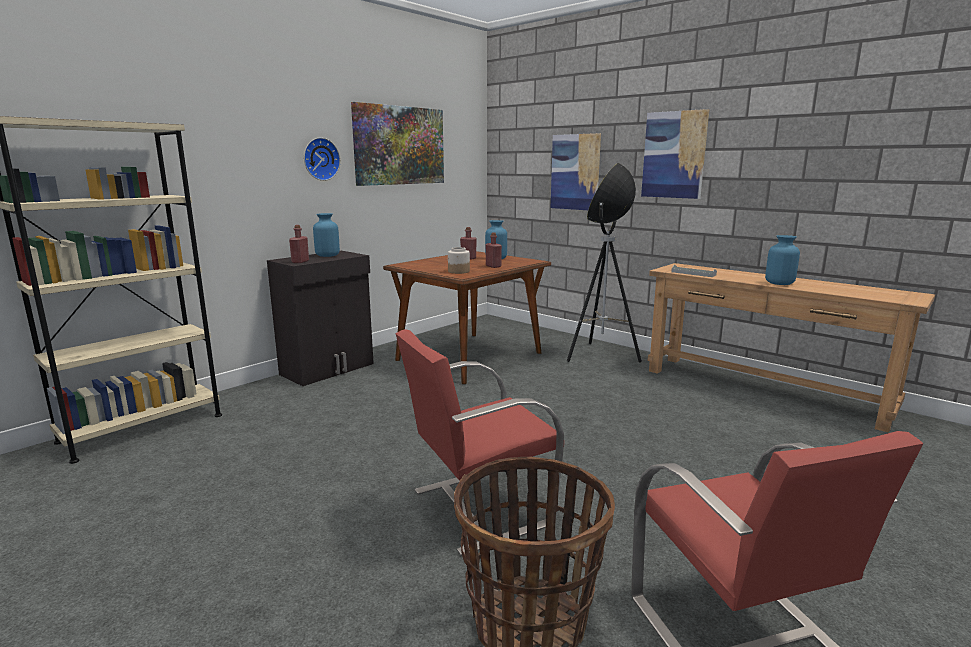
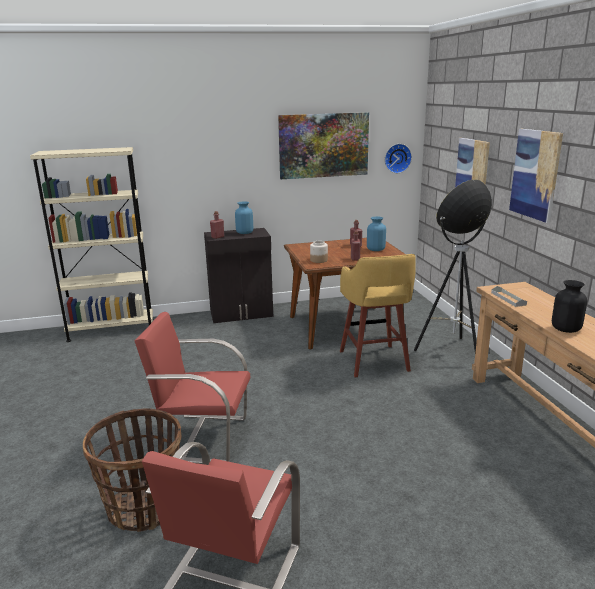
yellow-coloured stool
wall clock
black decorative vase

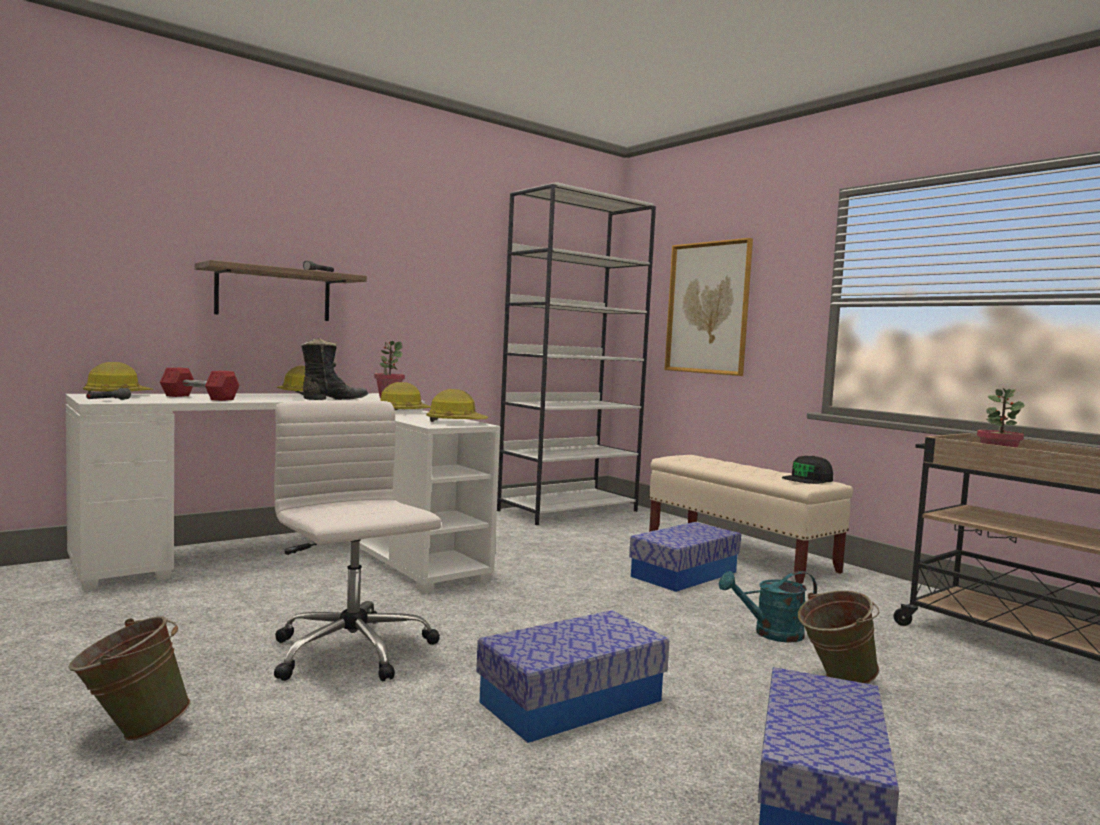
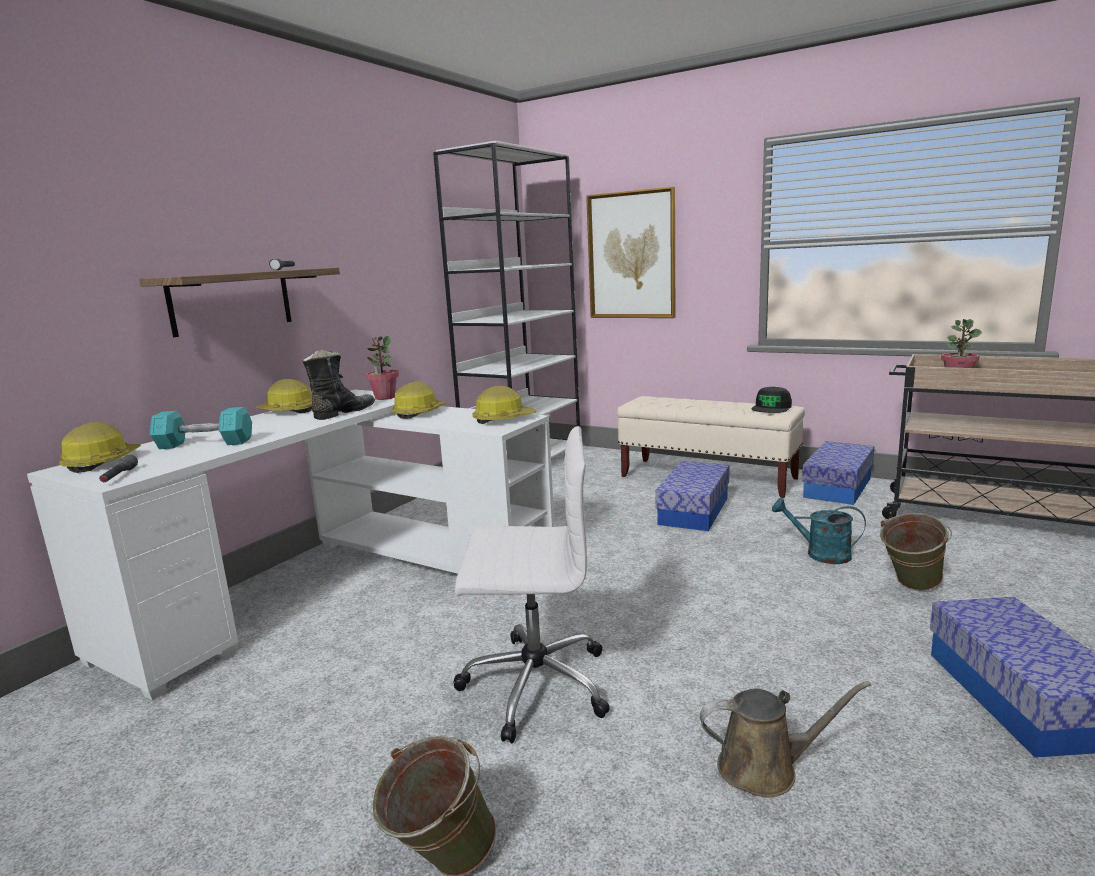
brown-coloured watering can
storage bin (2nd from left)
turquoise dumbbell
whitish desk chair
turquoise watering can

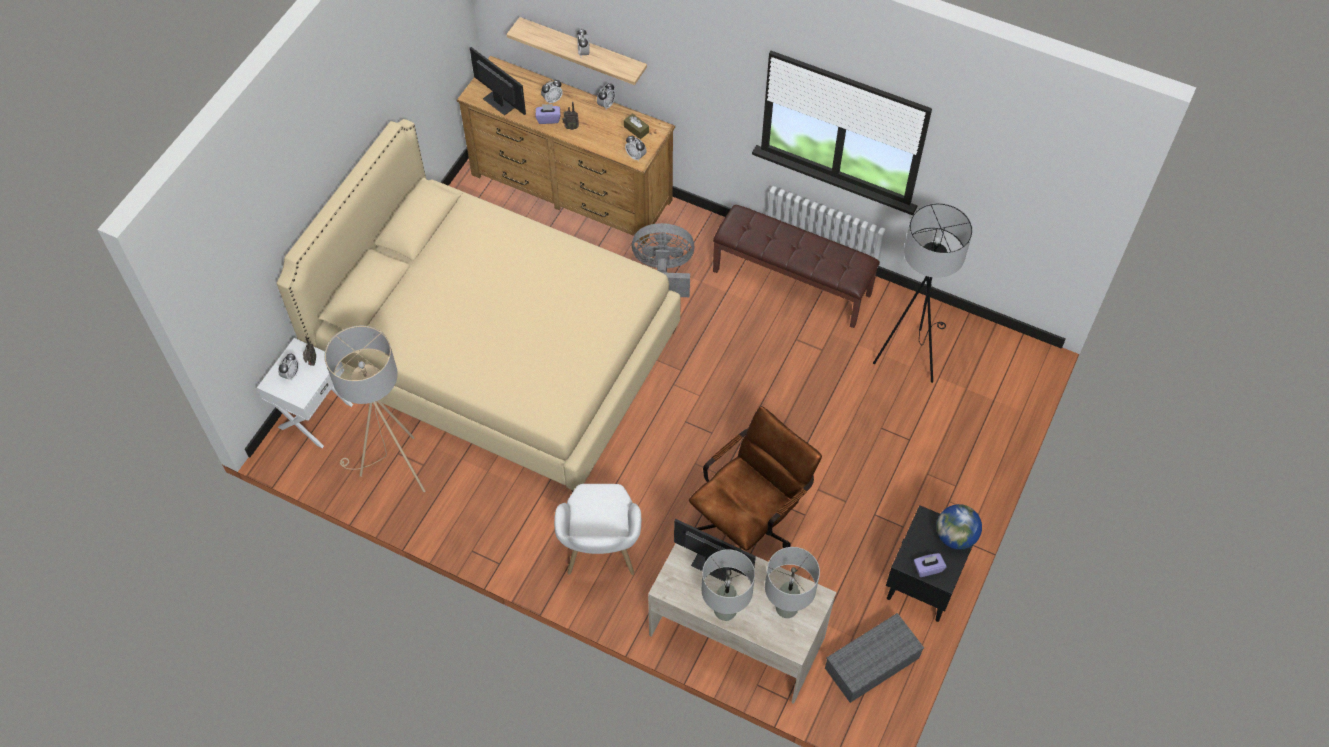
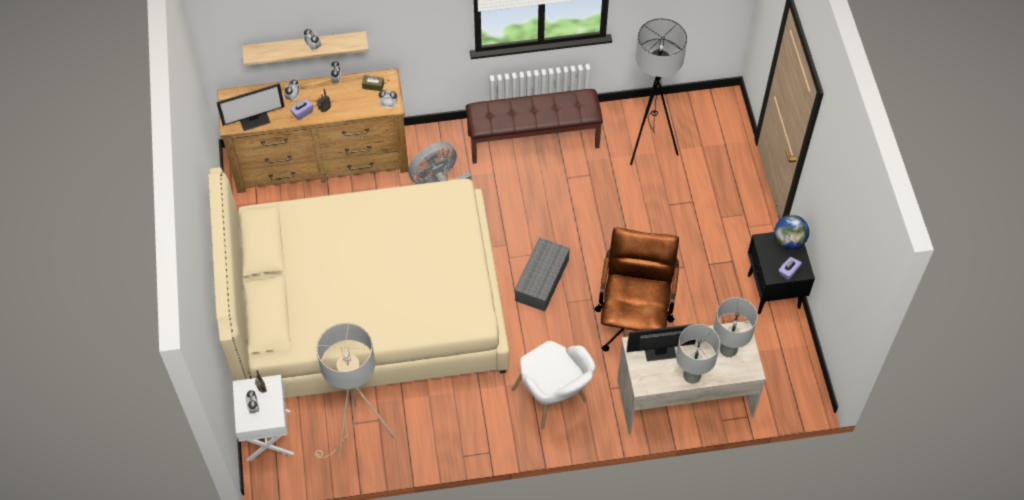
greyish storage bin
monitor (1st from left)

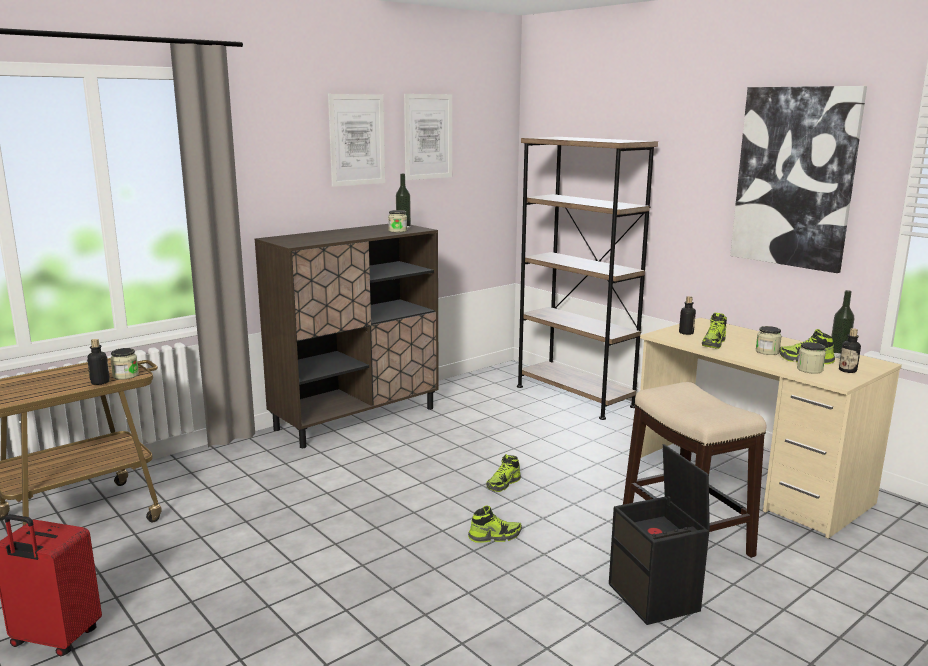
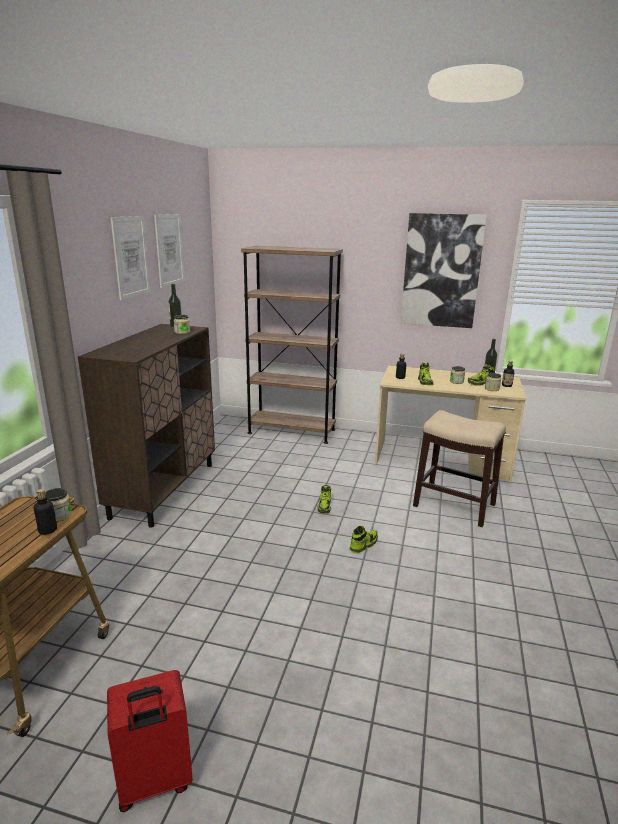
black storage bin

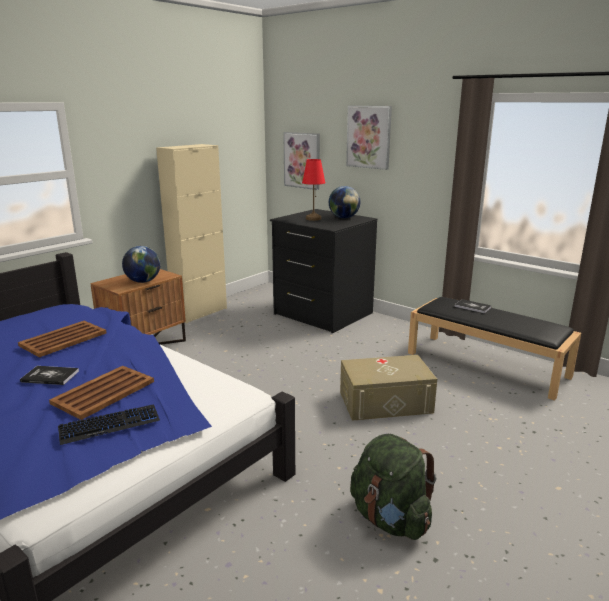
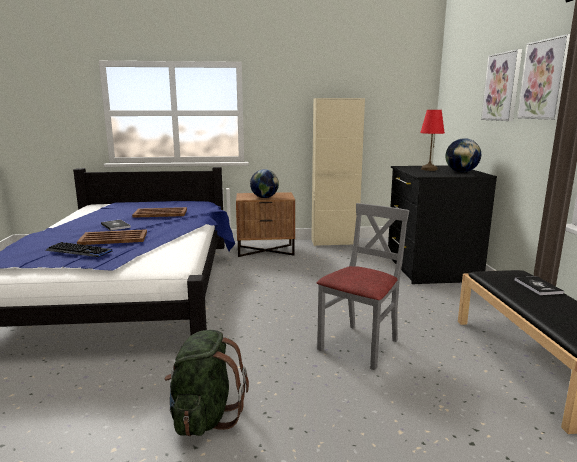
wall picture (2nd from left)
greyish plain chair

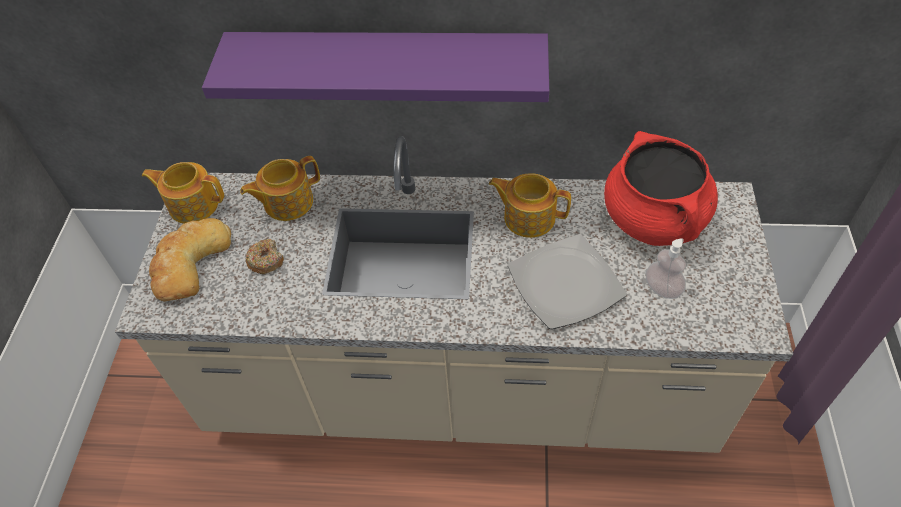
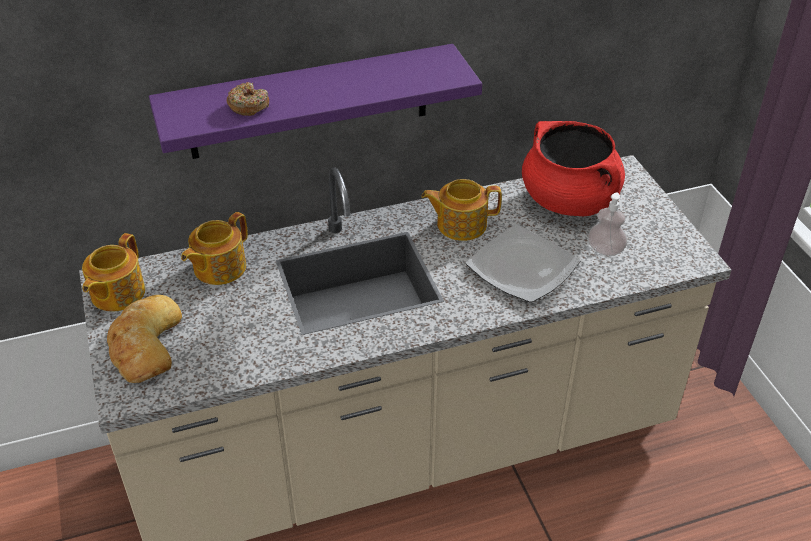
ring doughnut
pot for tea (1st from left)

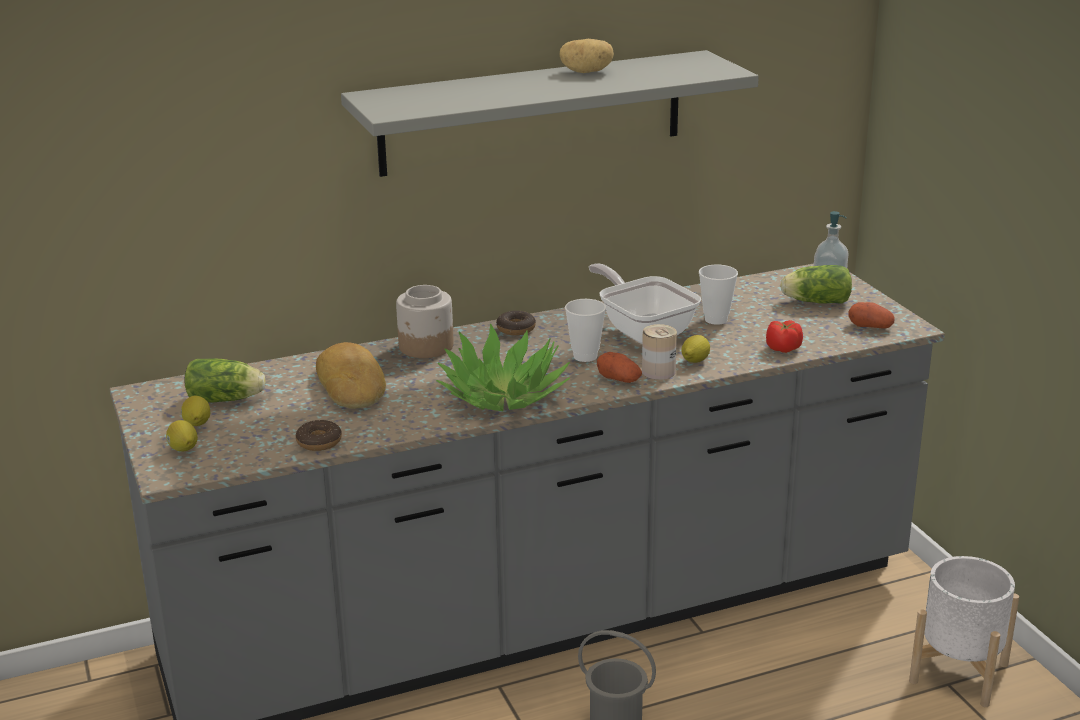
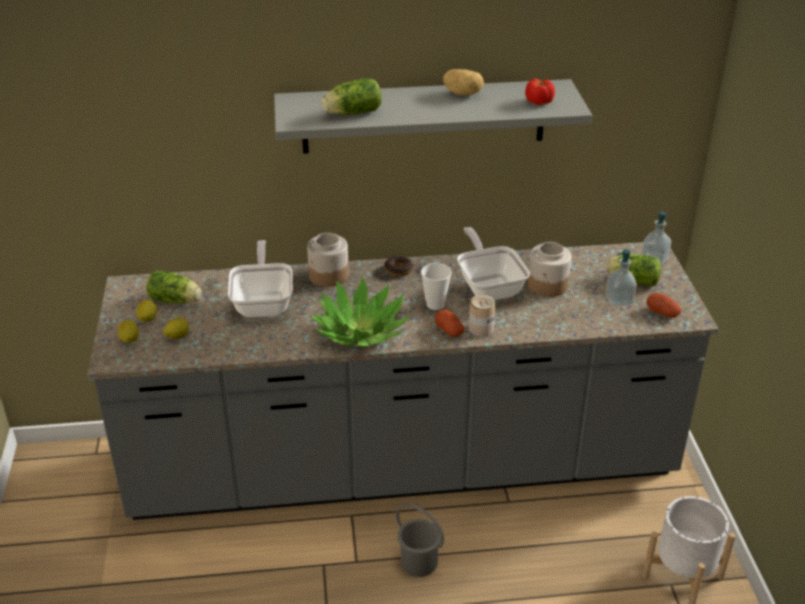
ring doughnut (1st from left in the first image)
head of lettuce (2nd from left)
soap bottle (1st from left)
citrus fruit (3rd from left)
tomato
frying pan (1st from left)
preserve jar (2nd from left)

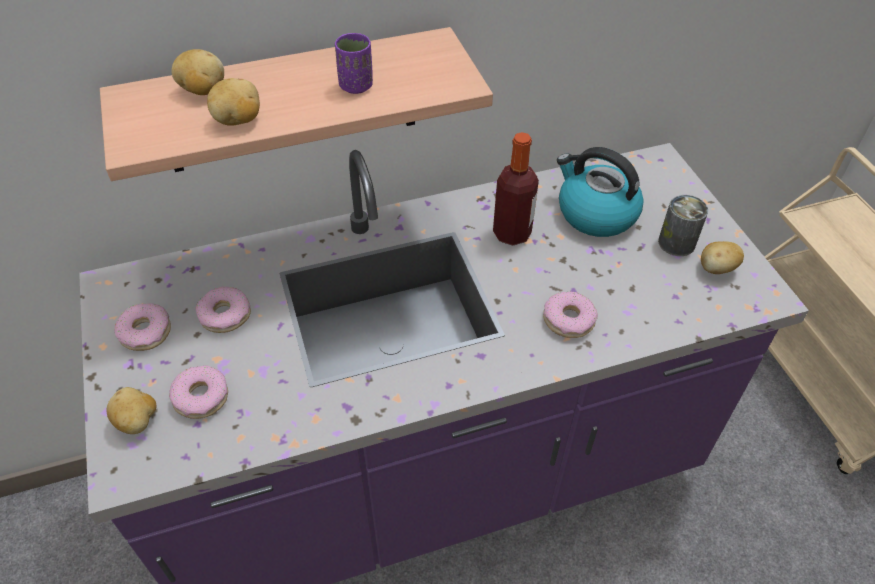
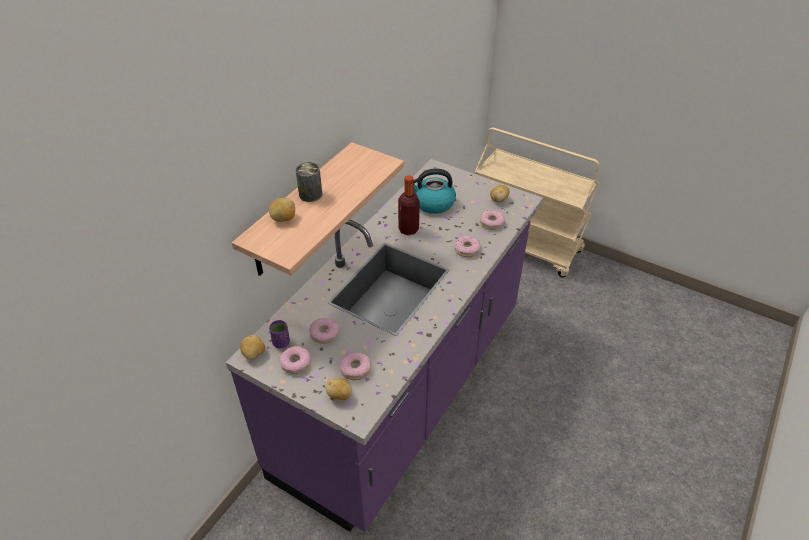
ring doughnut (5th from left)
potato (1st from left)
purplish drinking cup
sealed can

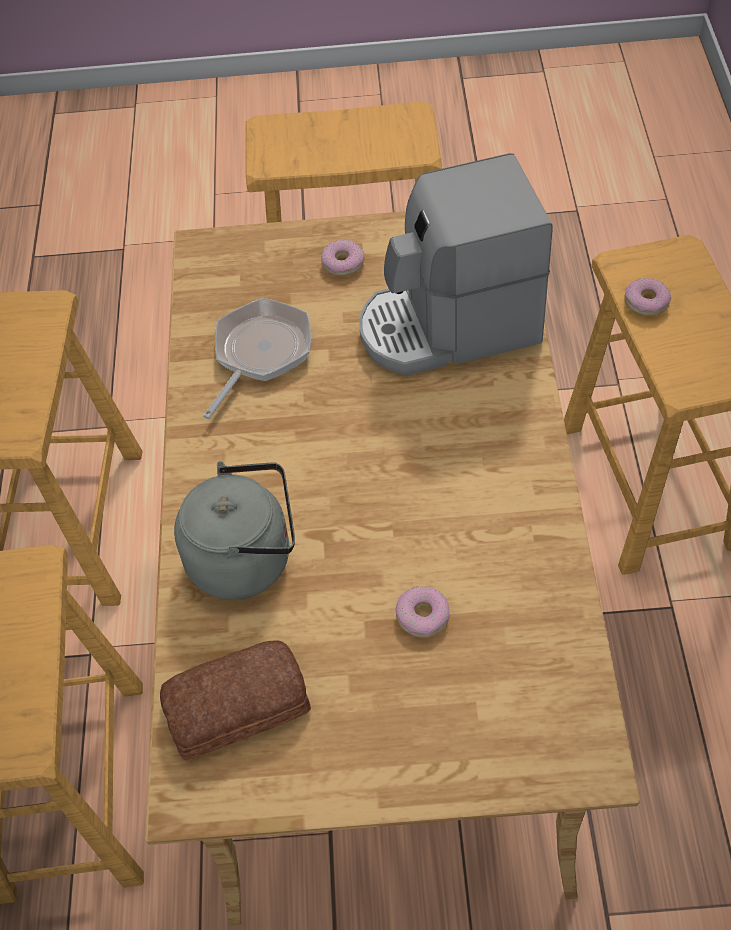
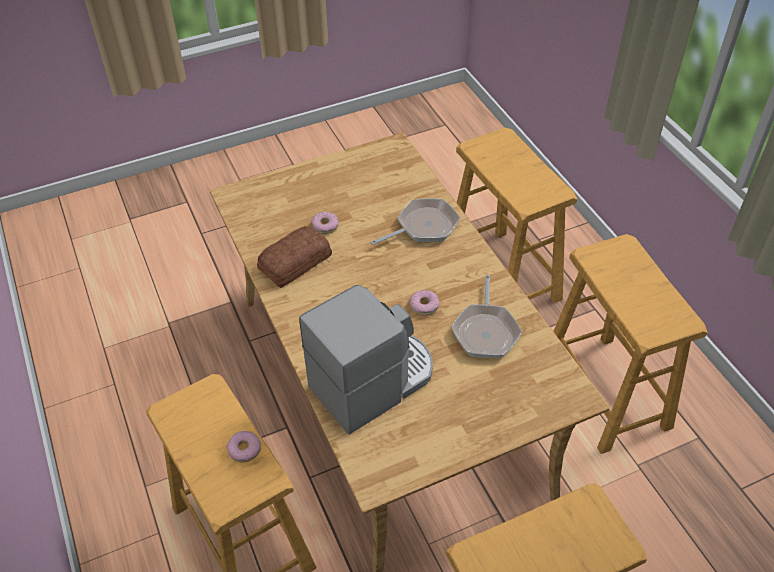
baked bread
ring doughnut (3rd from left)
frying pan (1st from left)

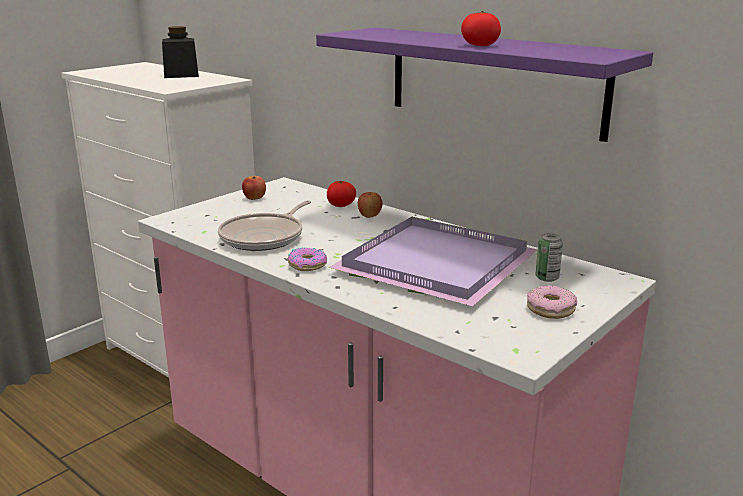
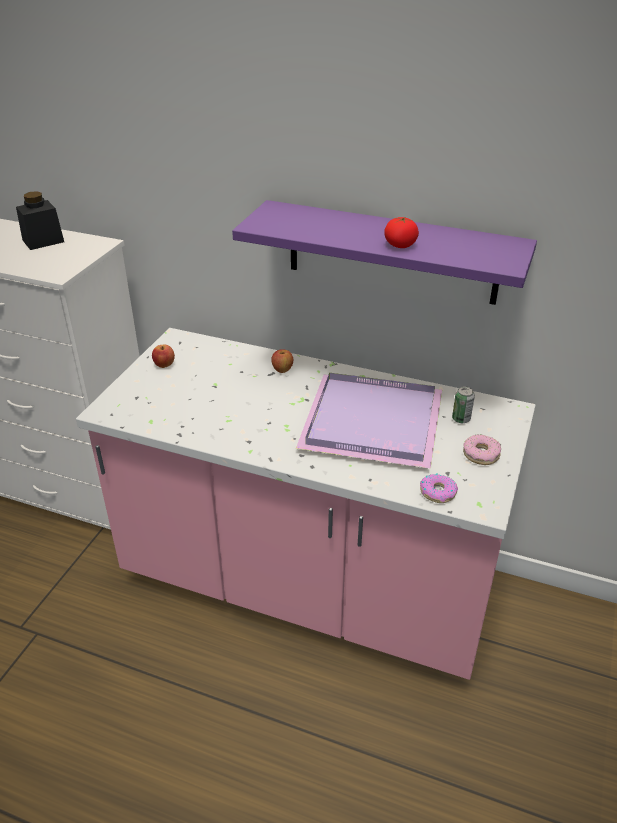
frying pan
tomato (1st from left in the first image)
ring doughnut (1st from left)

